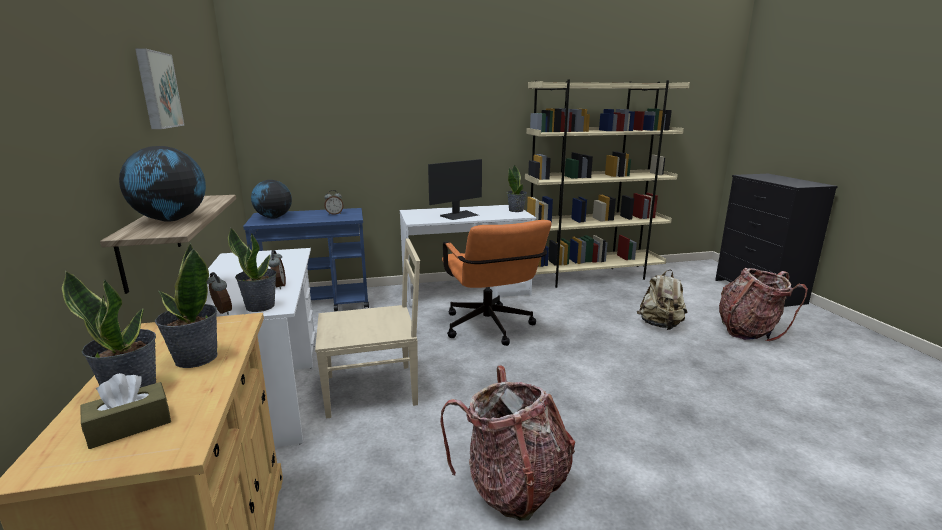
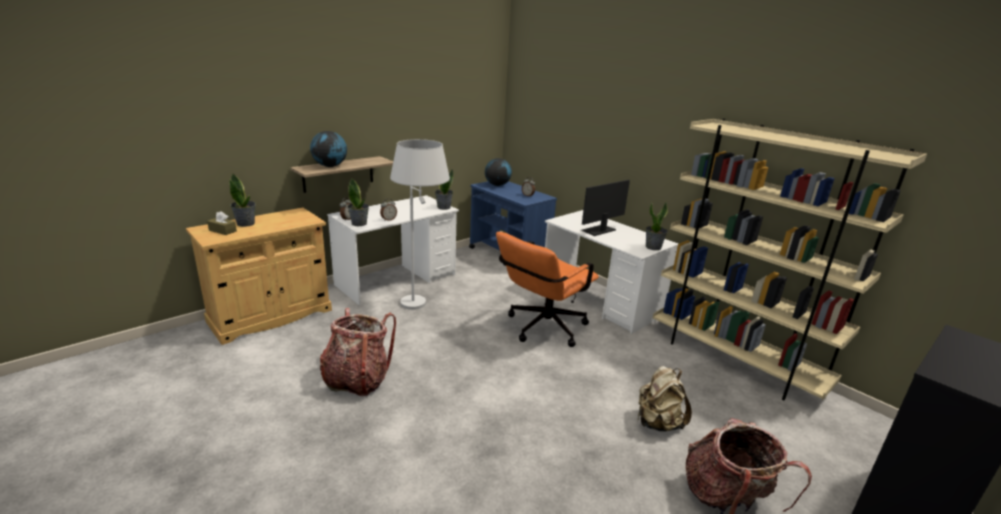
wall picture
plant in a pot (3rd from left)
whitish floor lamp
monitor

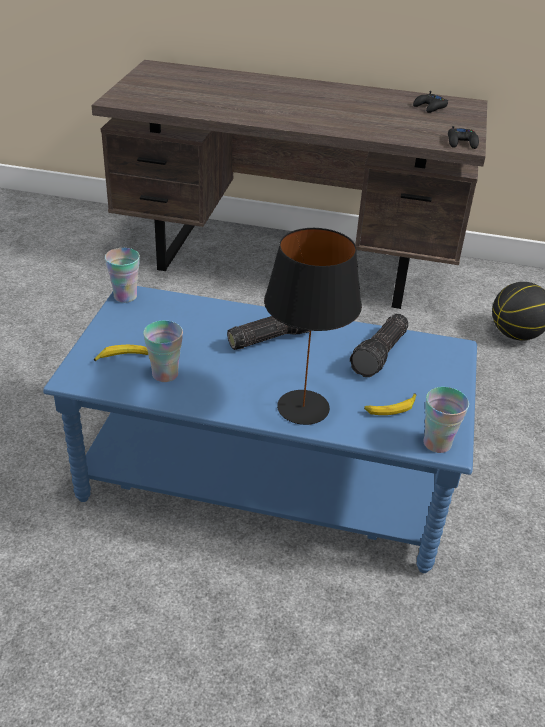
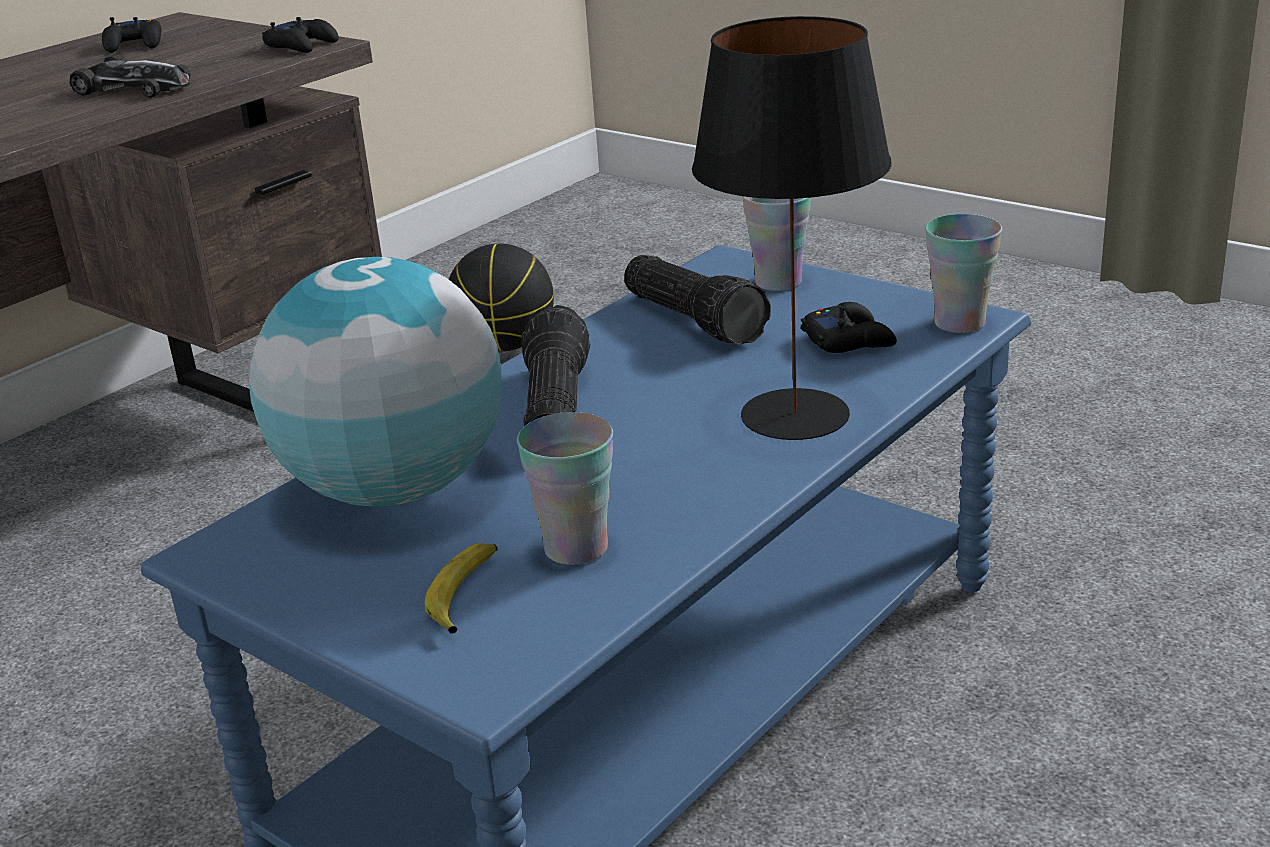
miniature car
desk globe
drinking cup (2nd from left)
black gamepad (3rd from left)

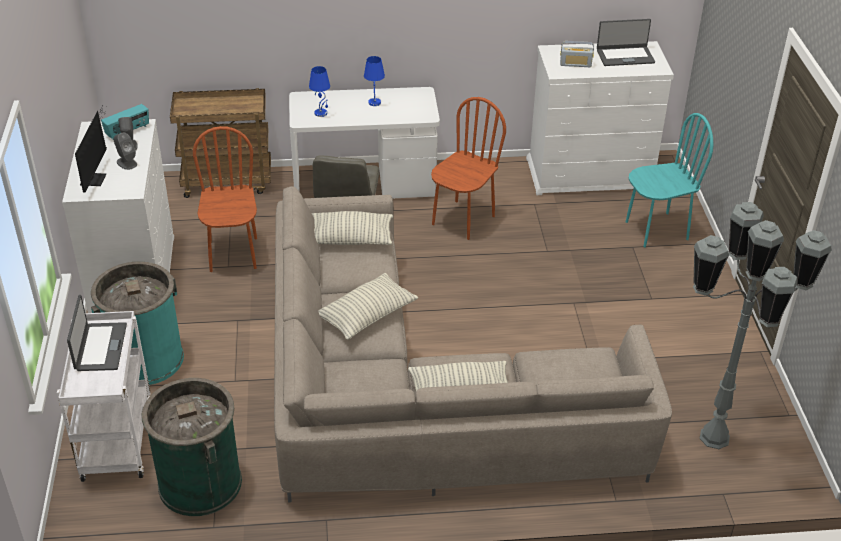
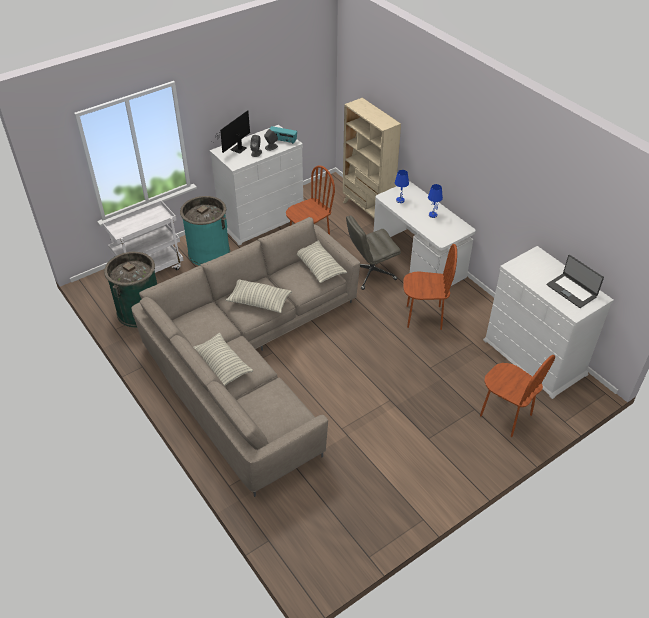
notebook computer (1st from left in the first image)
radio receiver (2nd from left in the first image)
greyish floor lamp
sand-coloured shelving unit
brown-coloured plain chair (3rd from left)
monitor

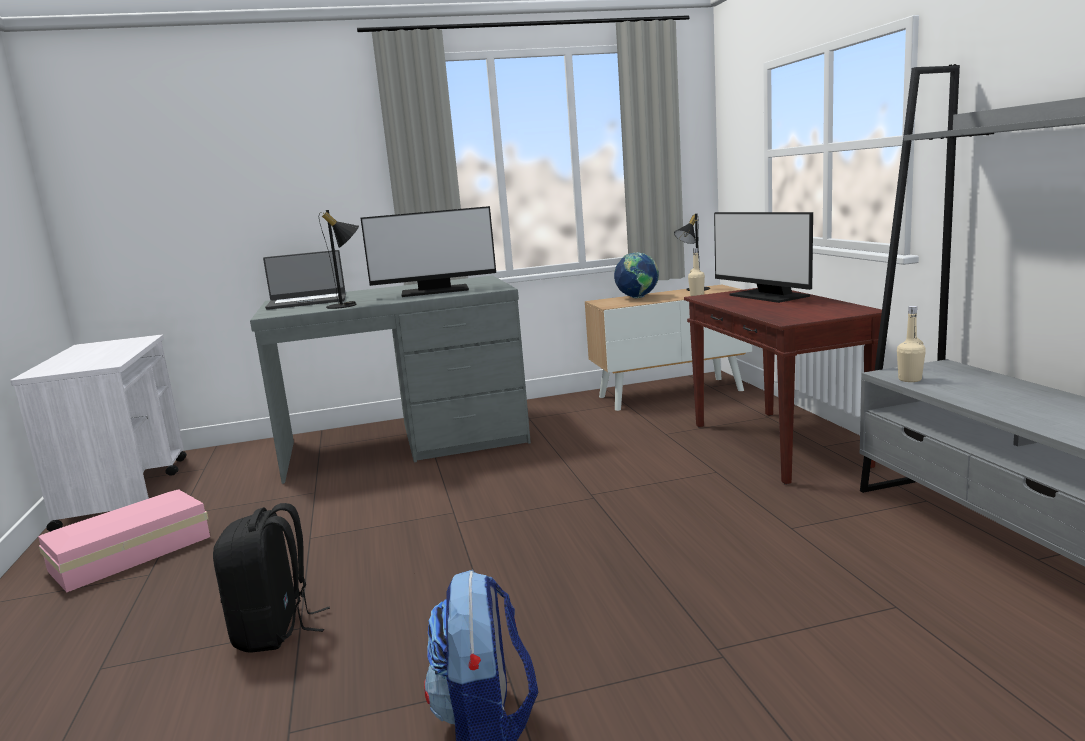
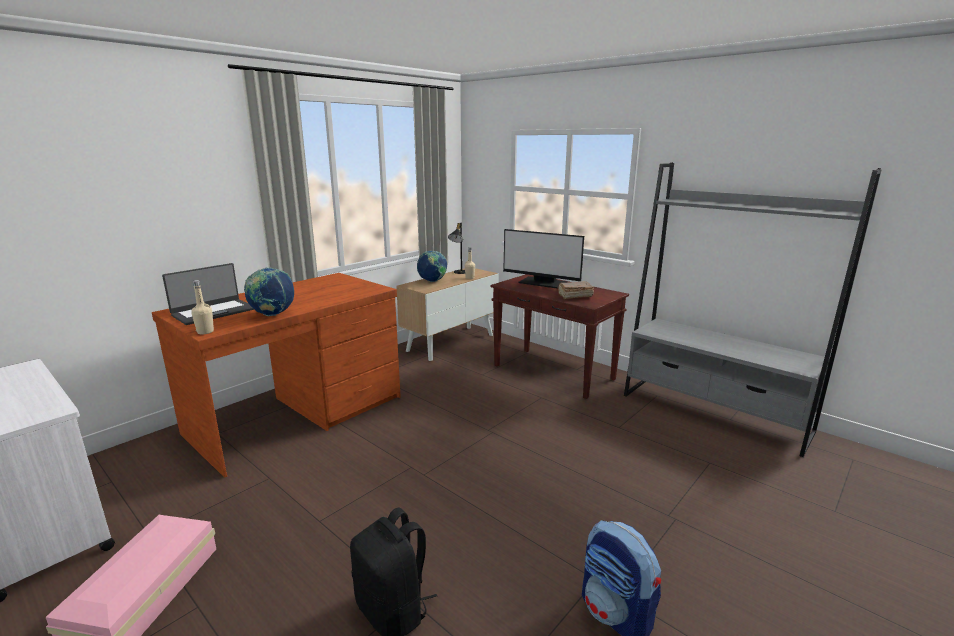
monitor (1st from left in the first image)
brown-coloured volume
sand-coloured bottle (1st from left)
desk globe (1st from left)
brown-coloured desk unit

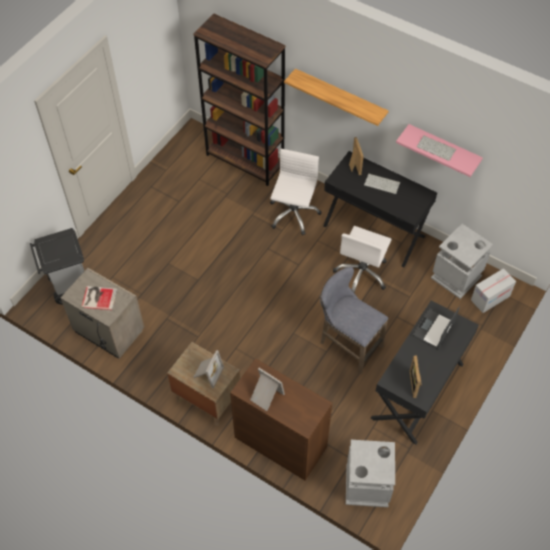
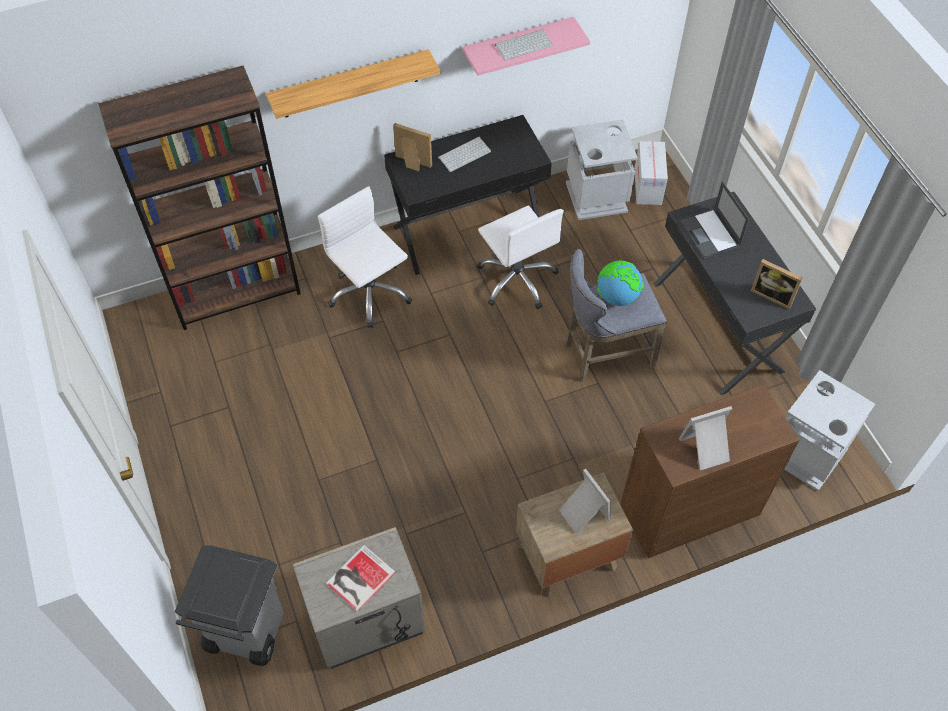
desk globe

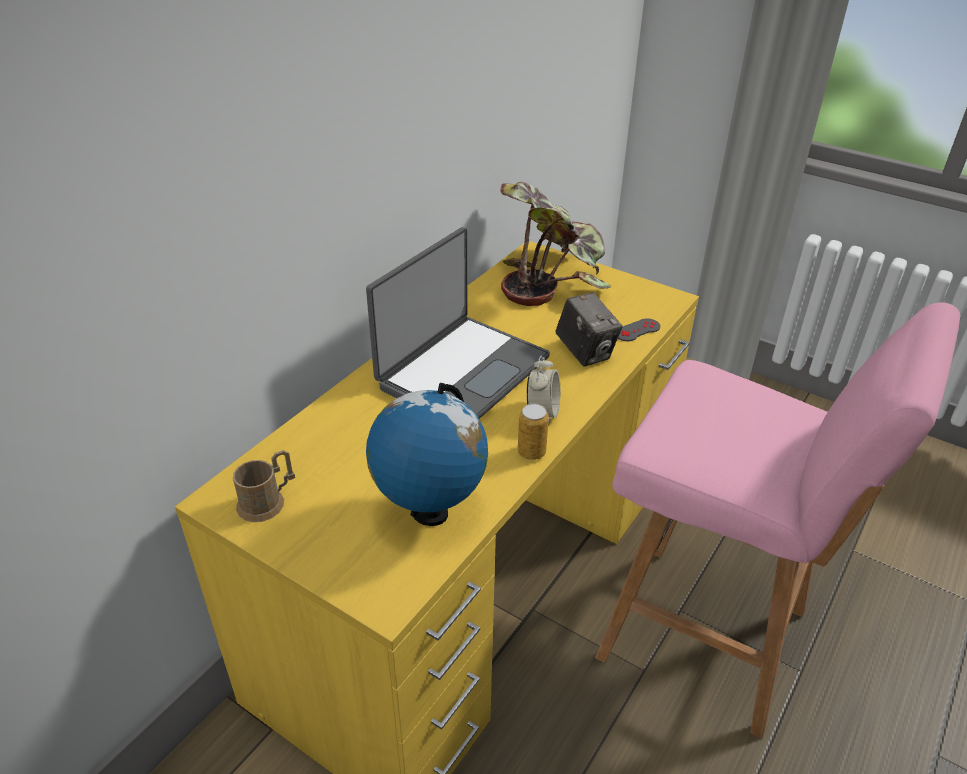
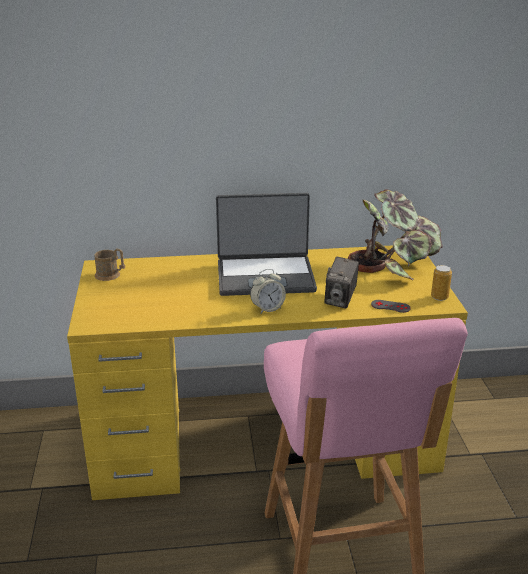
desk globe
sealed can

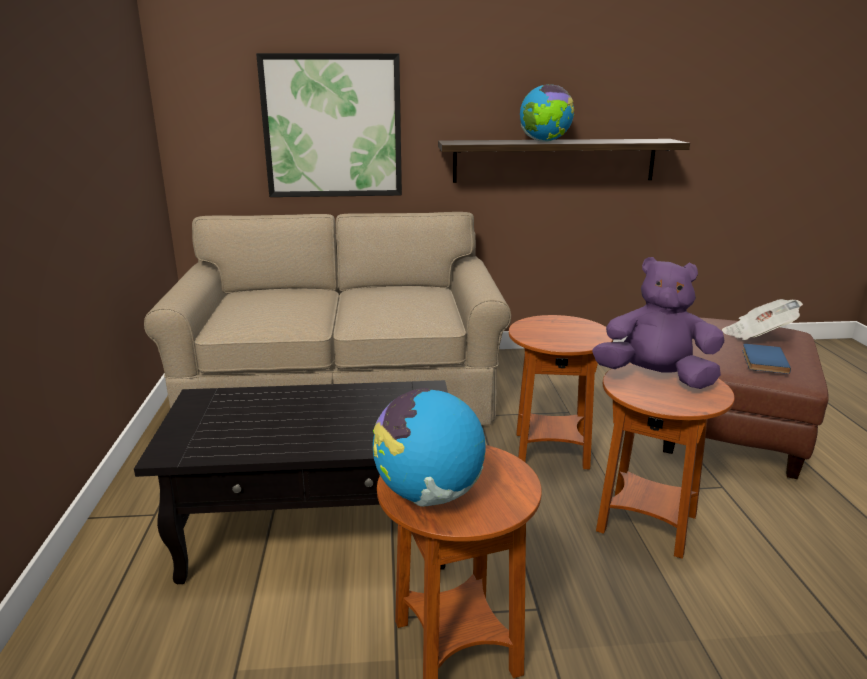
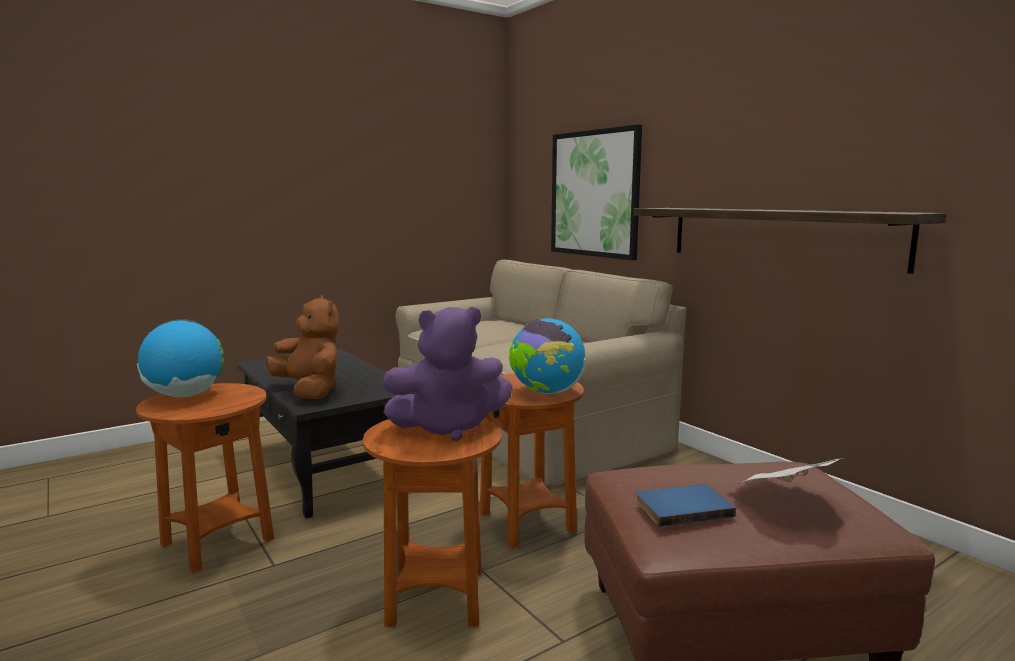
brown-coloured soft toy
desk globe (2nd from left)
purplish soft toy

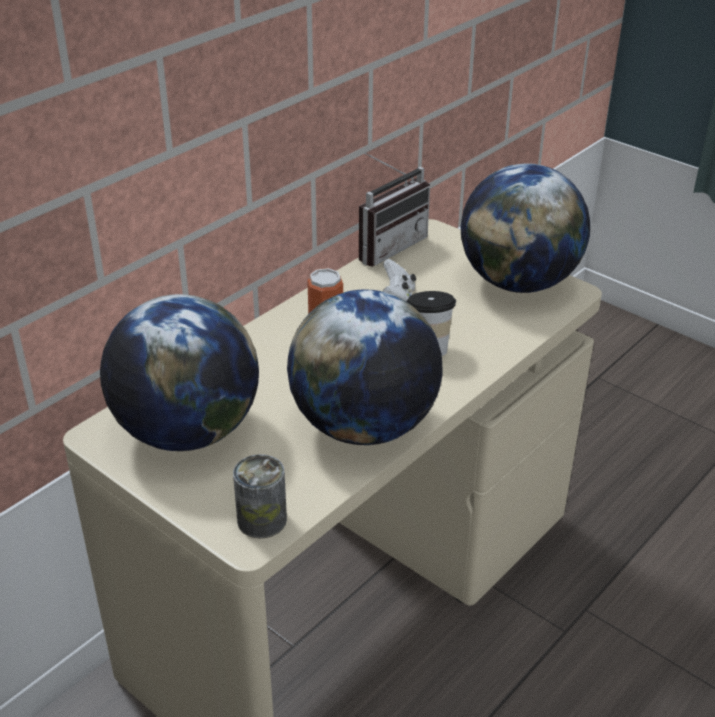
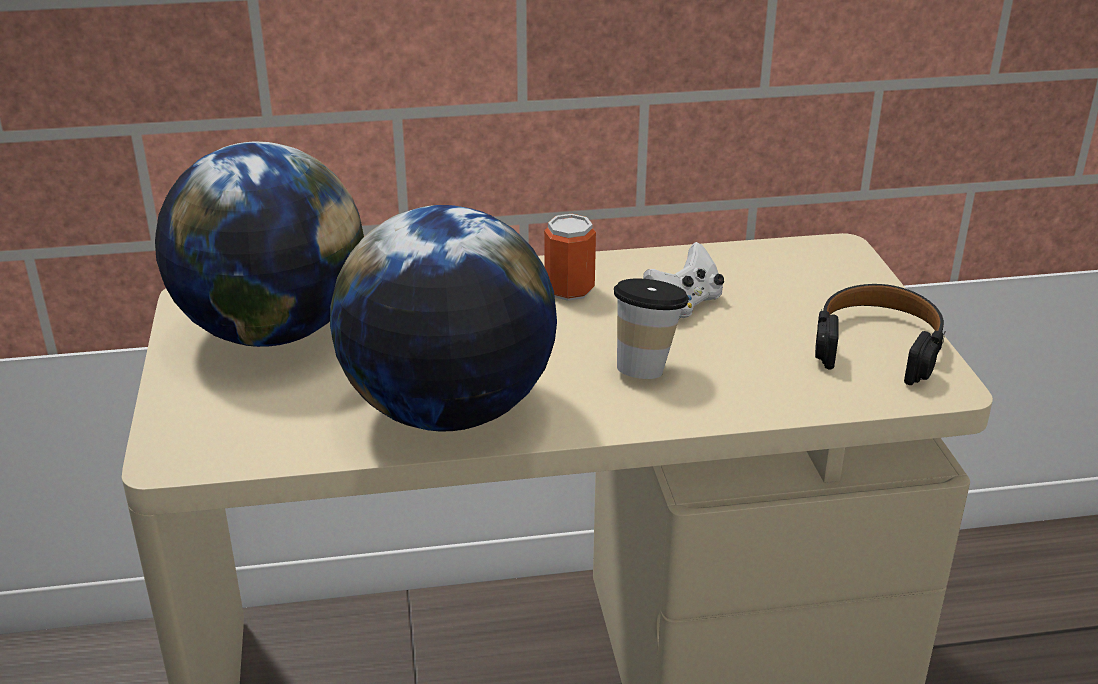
sealed can (1st from left in the first image)
radio receiver
black pair of headphones

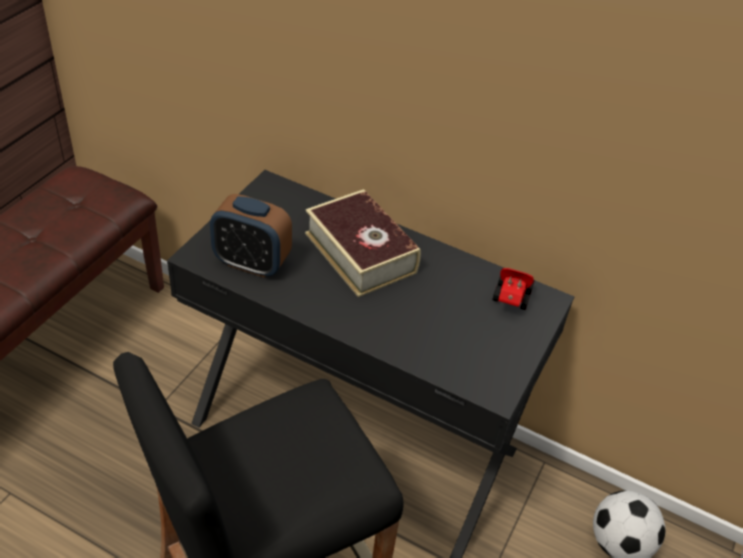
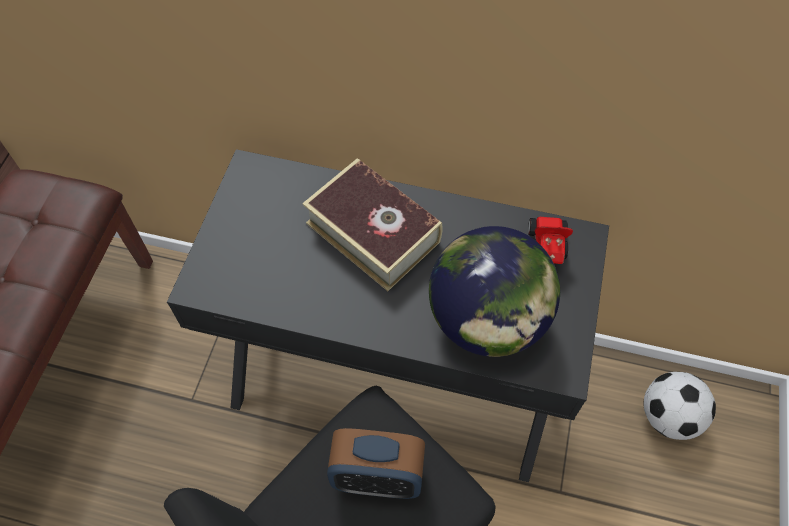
desk globe
bedside clock

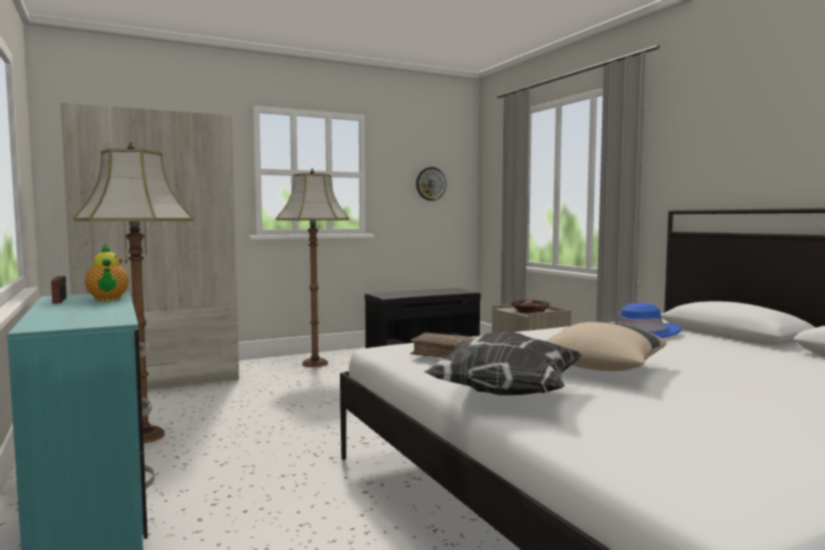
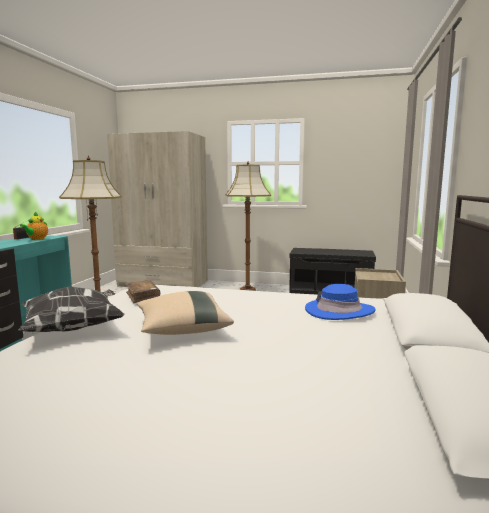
wall clock
serving bowl

